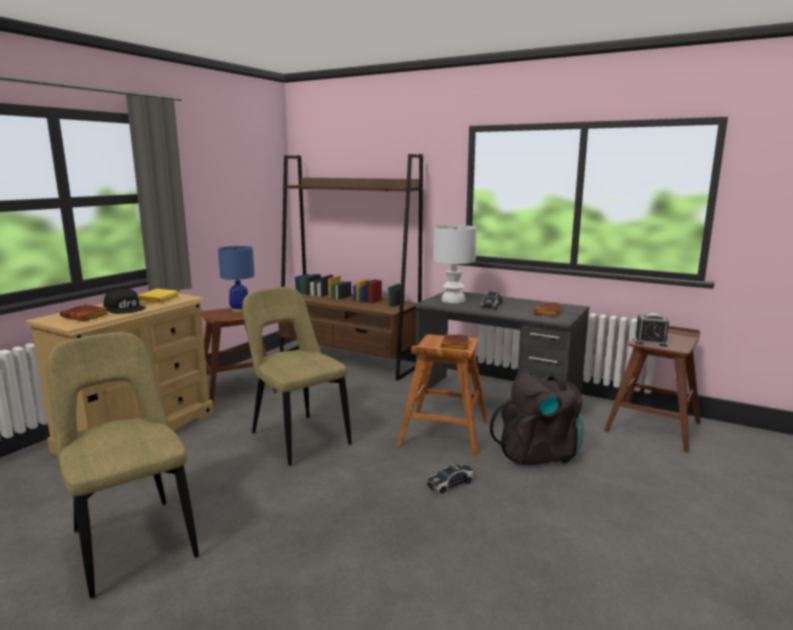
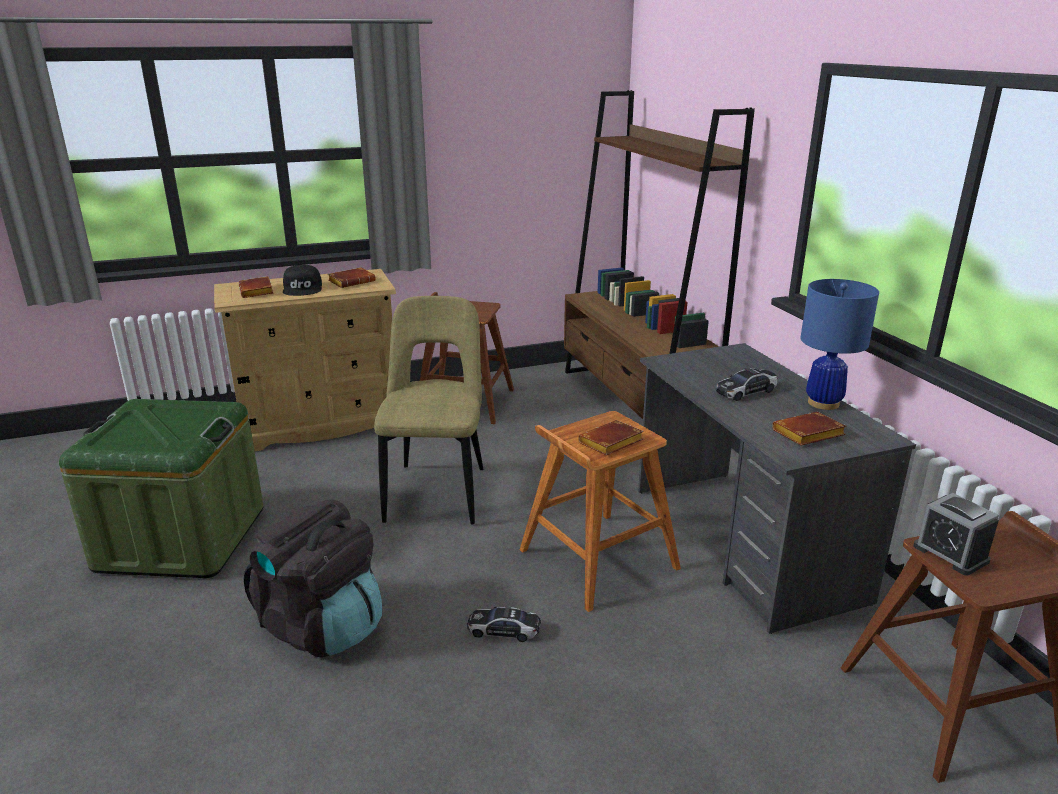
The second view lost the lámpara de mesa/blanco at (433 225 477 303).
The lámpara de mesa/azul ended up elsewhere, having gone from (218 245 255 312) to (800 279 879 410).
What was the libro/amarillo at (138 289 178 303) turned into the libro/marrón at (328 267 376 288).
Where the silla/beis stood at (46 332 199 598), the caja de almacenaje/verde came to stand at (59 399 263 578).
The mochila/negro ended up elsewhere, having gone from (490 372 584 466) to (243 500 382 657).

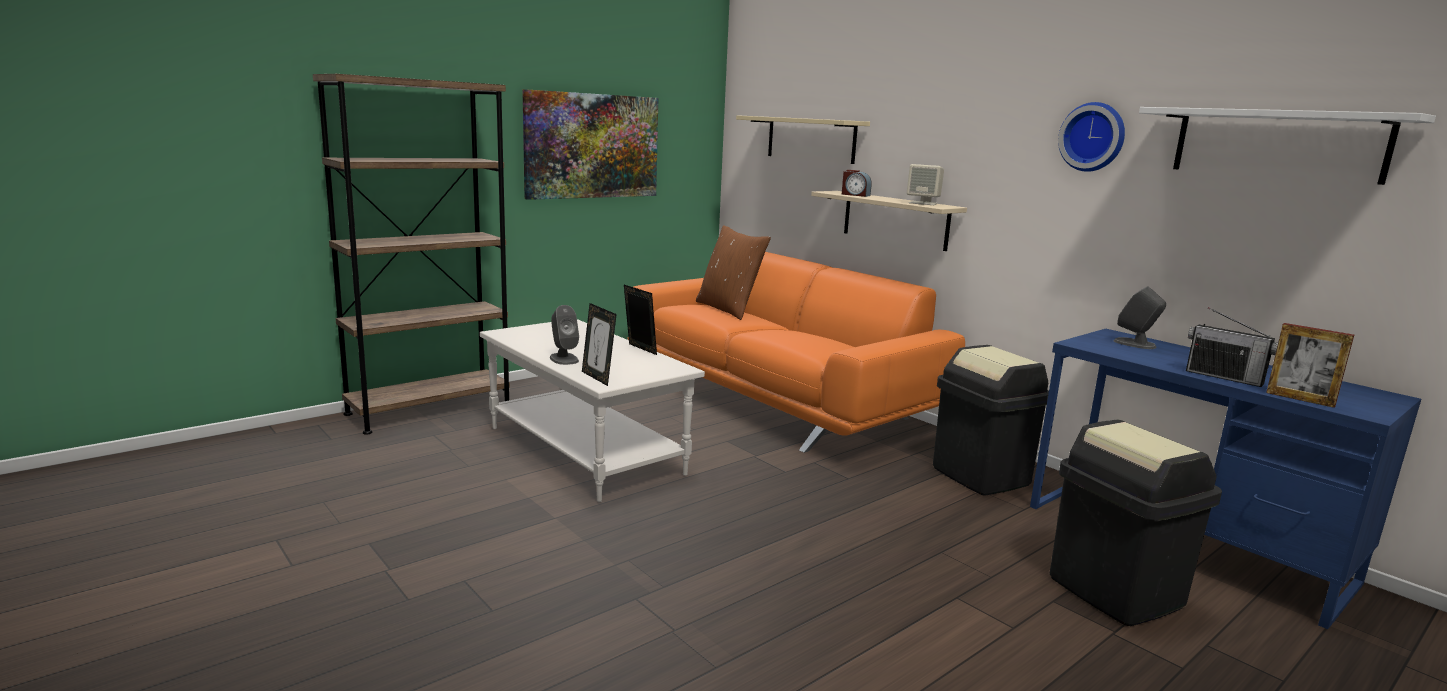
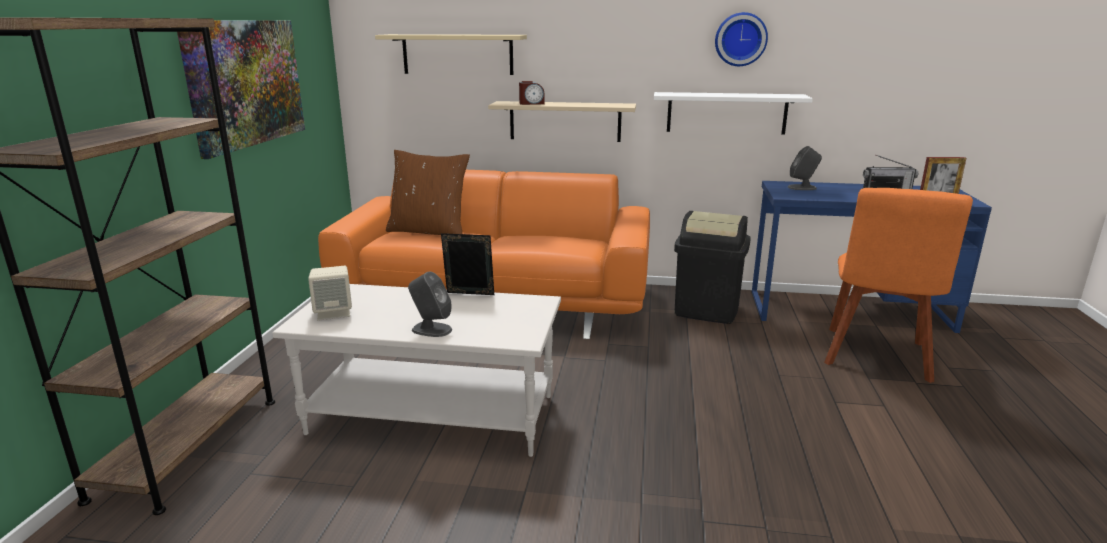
The estante/blanco ended up elsewhere, having gone from (1139 107 1436 185) to (654 92 813 135).
The altavoz/beis ended up elsewhere, having gone from (907 164 944 205) to (308 266 352 321).
The second view lost the portarretratos at (582 303 617 386).
Where the papelera/negro stood at (1050 420 1222 626), the silla/naranja came to stand at (824 188 973 383).

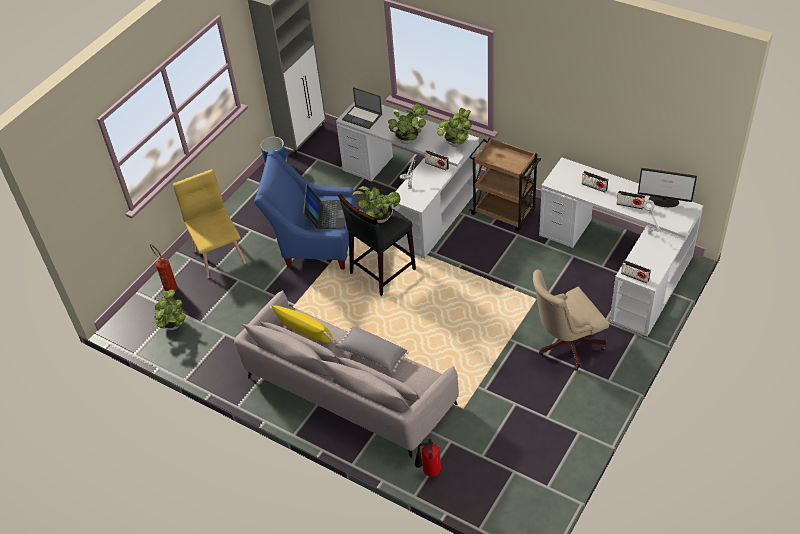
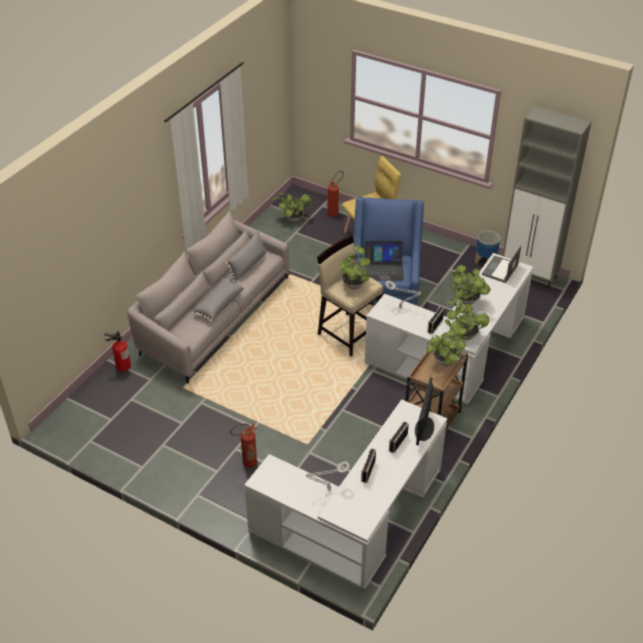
The monitor ended up elsewhere, having gone from (638 168 697 207) to (415 377 434 445).
What was the taburete/negro at (338 194 416 296) turned into the taburete/beis at (317 236 383 357).
The second view lost the radio at (621 260 651 283).
Where the silla de oficina/beis stood at (533 269 609 371), the extintor came to stand at (230 423 257 468).
What was the cojín/amarillo at (270 305 335 343) turned into the cojín/gris at (226 231 266 282).
The second view gained the planta en maceta at (426 325 467 366).

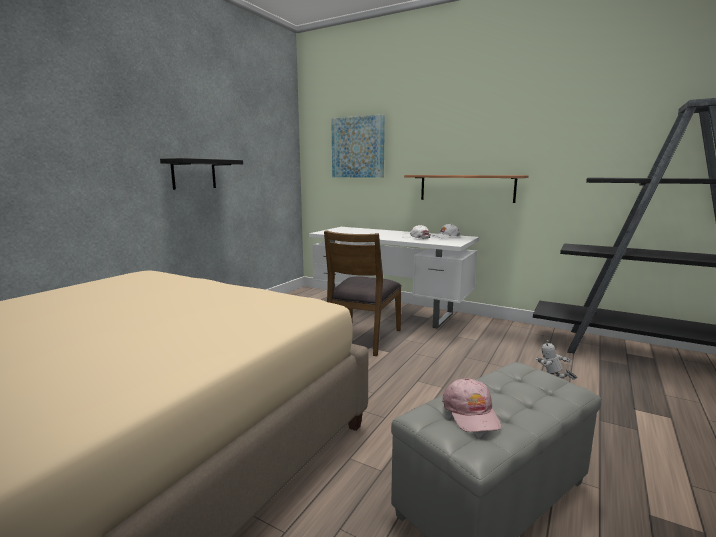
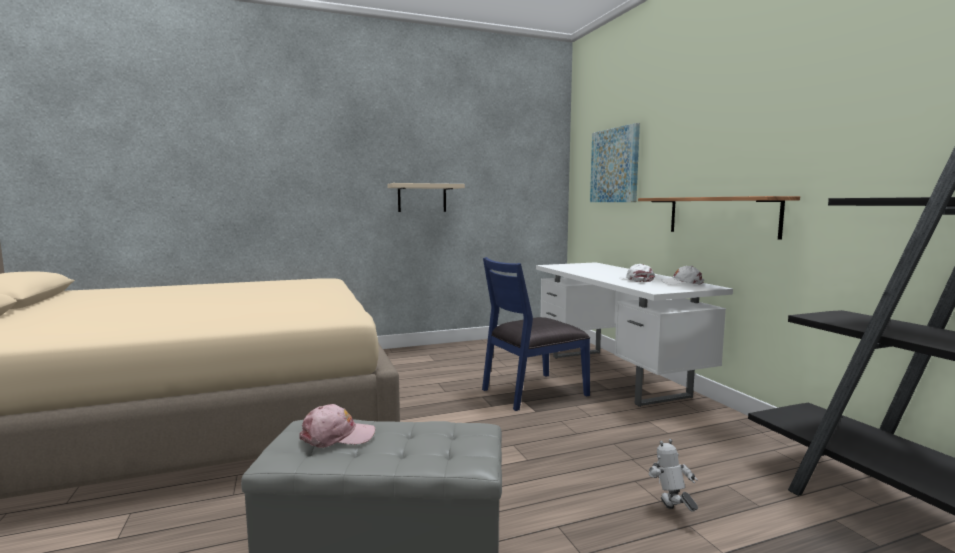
What was the estante/negro at (160 158 243 190) turned into the estante/beis at (387 183 465 212).
What was the silla/marrón at (324 230 402 356) turned into the silla/azul at (482 257 590 411).
The gorra/rosa at (442 378 501 432) ended up facing another way, 135 degrees counterclockwise from before.

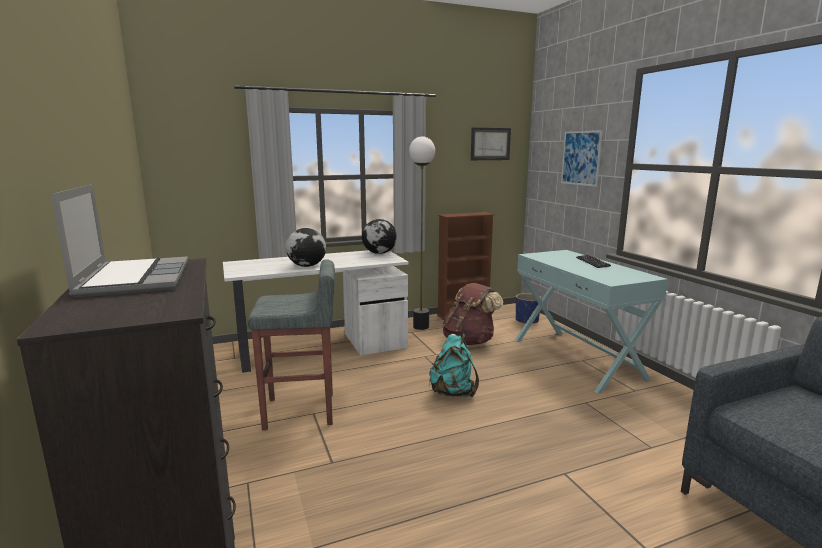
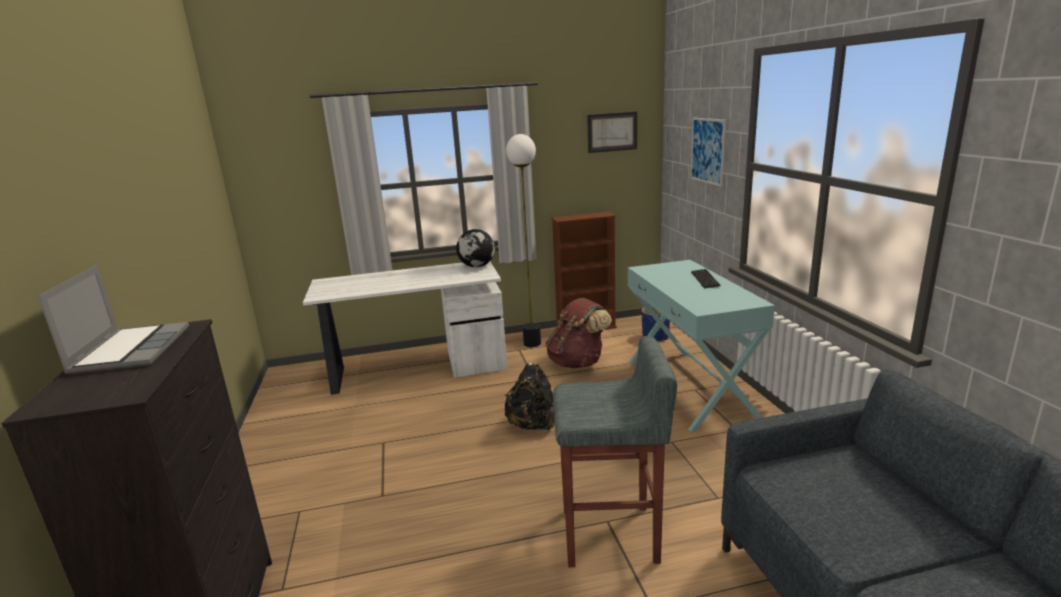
The second view lost the globo terráqueo at (286 228 326 267).
The taburete/gris ended up elsewhere, having gone from (248 259 335 431) to (553 336 677 567).
What was the mochila/turquesa at (429 333 479 397) turned into the mochila/negro at (504 363 555 431).

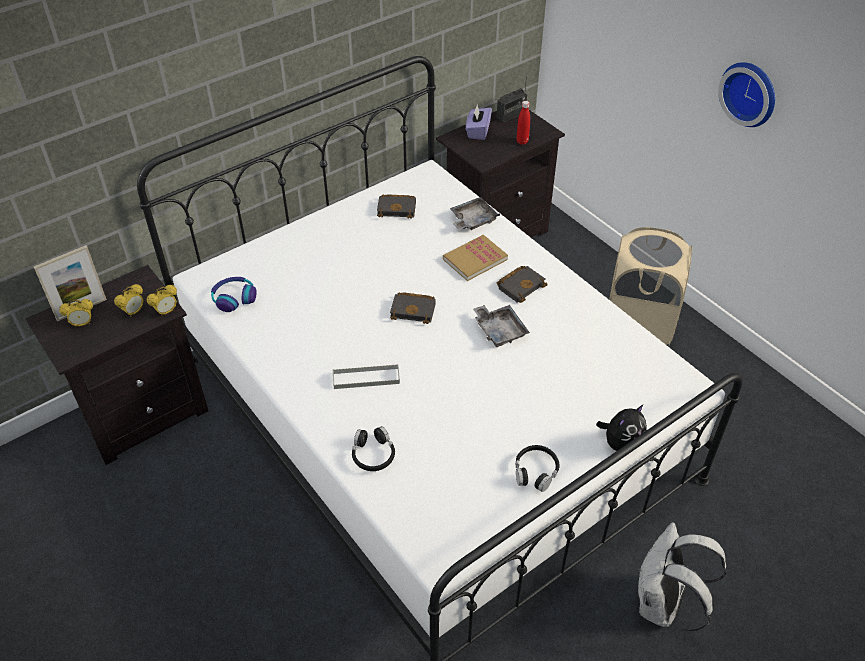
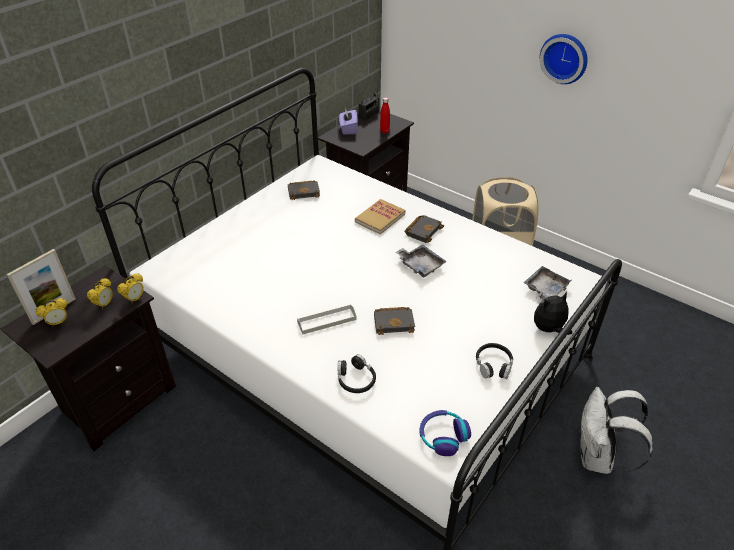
The bandeja/gris ended up elsewhere, having gone from (450 197 500 230) to (523 266 571 301).
The auriculares ended up elsewhere, having gone from (211 277 257 312) to (420 410 471 456).
The libro/negro ended up elsewhere, having gone from (390 292 436 324) to (374 307 415 335).
The peluche at (596 404 647 451) ended up facing another way, 150 degrees counterclockwise from before.

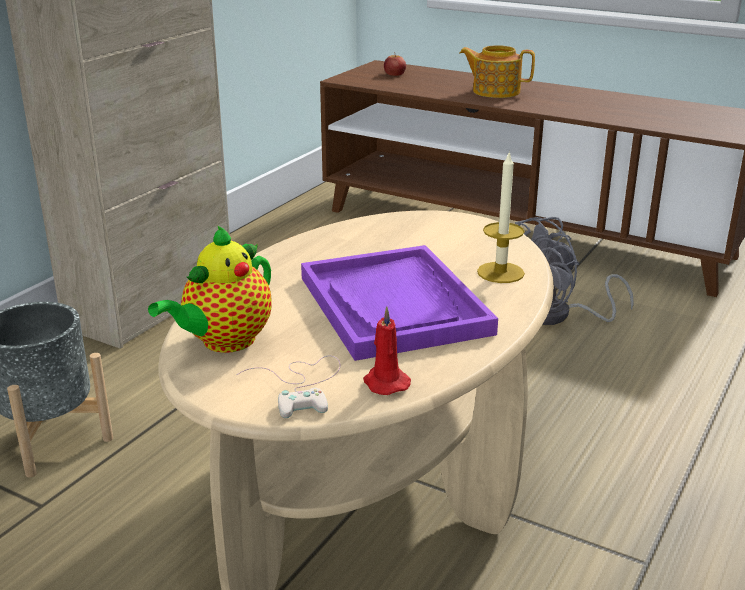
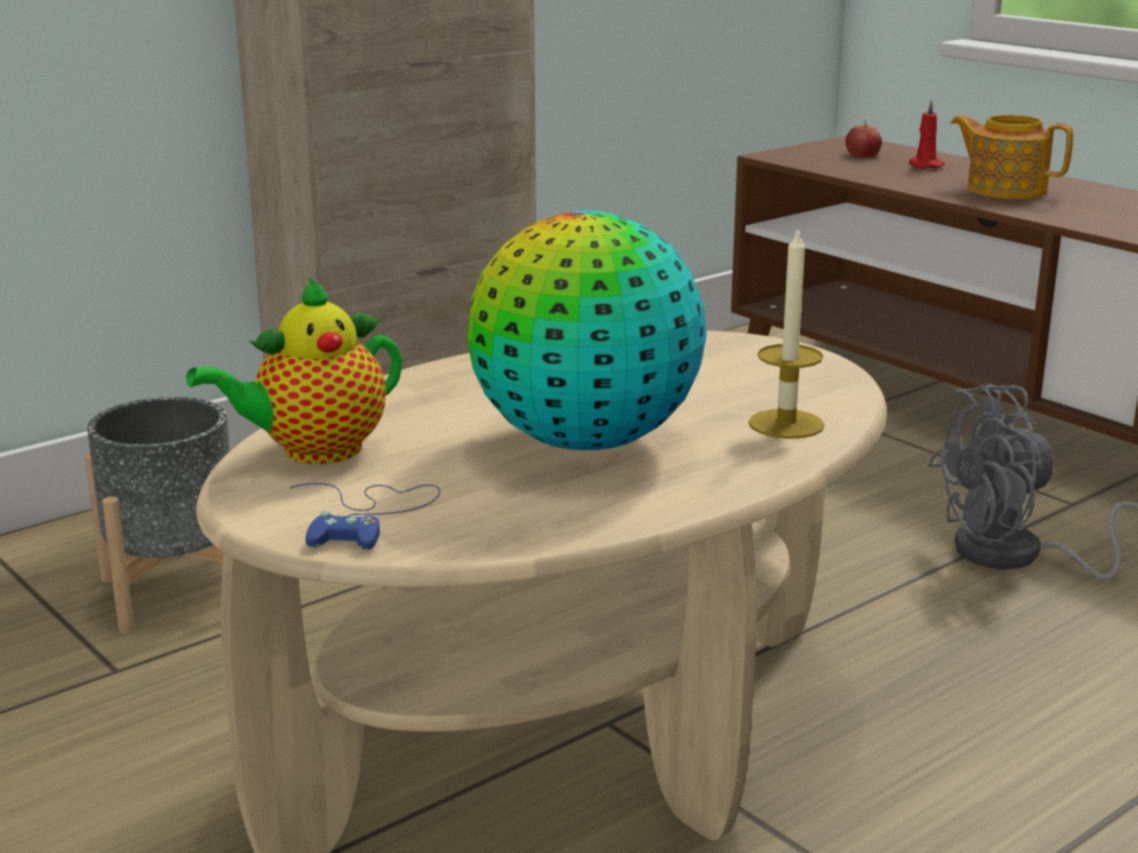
Where the bandeja/morado stood at (301 245 498 361), the globo terráqueo came to stand at (467 211 707 450).
The vela/rojo ended up elsewhere, having gone from (363 306 411 395) to (909 99 945 169).
What was the mando de consola/blanco at (237 356 340 418) turned into the mando de consola/azul at (290 483 440 550).

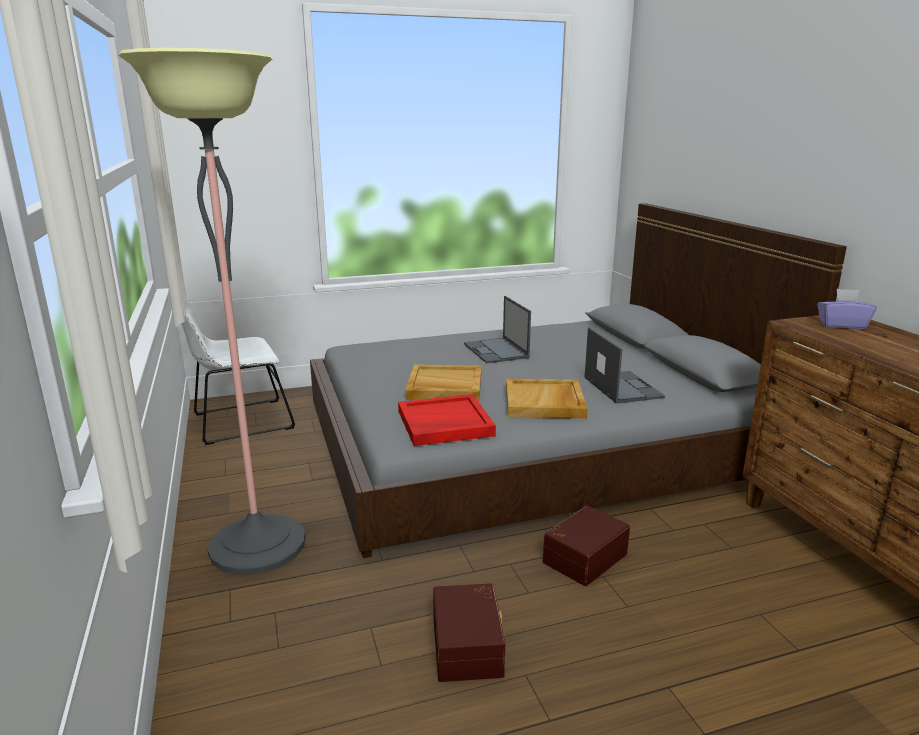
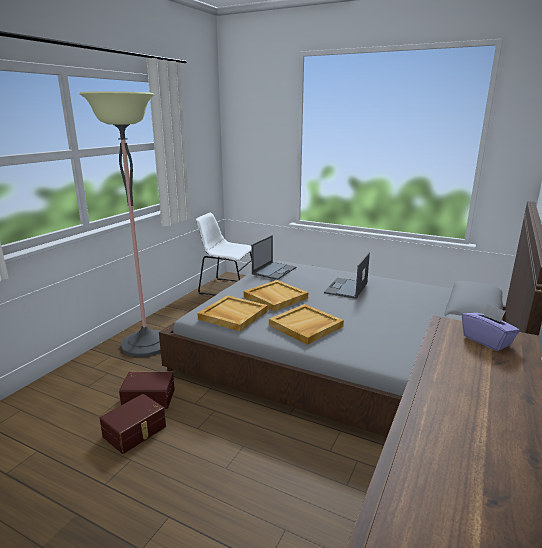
The portátil ended up elsewhere, having gone from (585 327 665 404) to (251 235 297 280).
What was the bandeja/rojo at (398 394 496 446) turned into the bandeja/beis at (197 295 268 332).
The caja de almacenaje/marrón ended up elsewhere, having gone from (543 506 630 586) to (119 371 175 409).

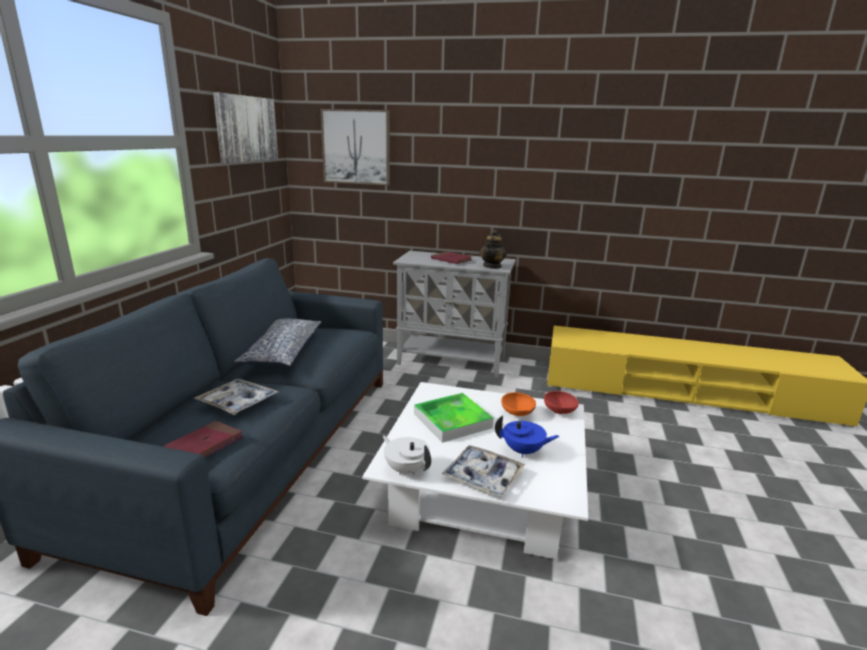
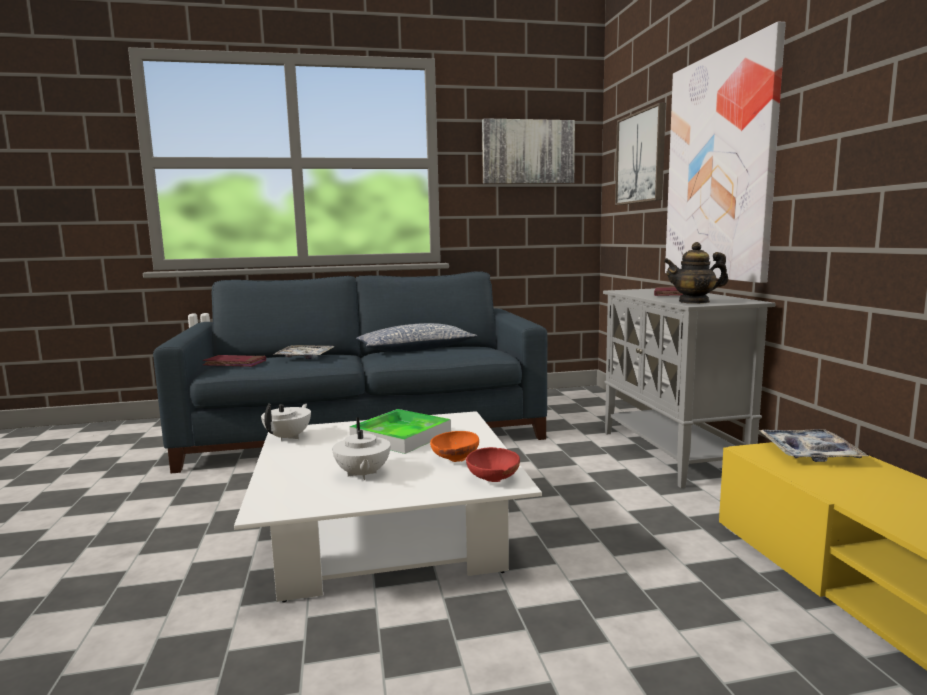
What was the tetera/azul at (495 415 560 458) turned into the tetera/blanco at (332 417 390 480).
The bandeja ended up elsewhere, having gone from (442 445 525 497) to (759 429 868 462).
The second view gained the cuadro at (665 22 786 283).

